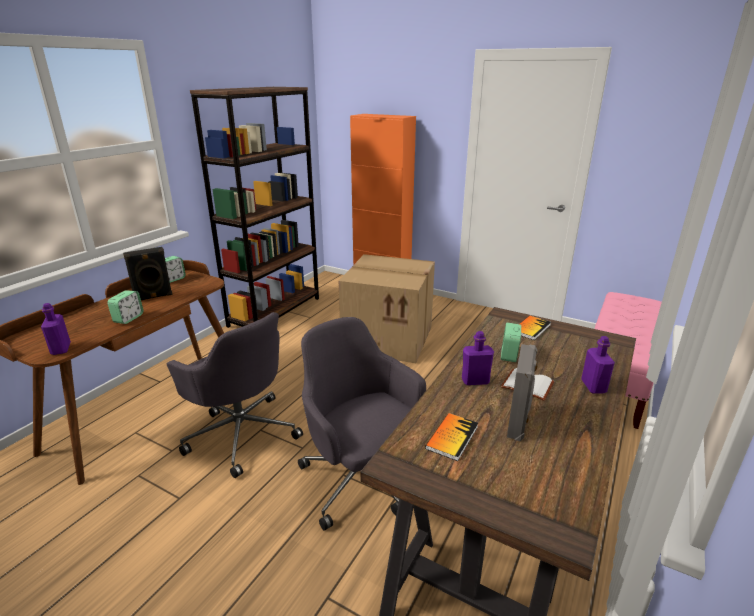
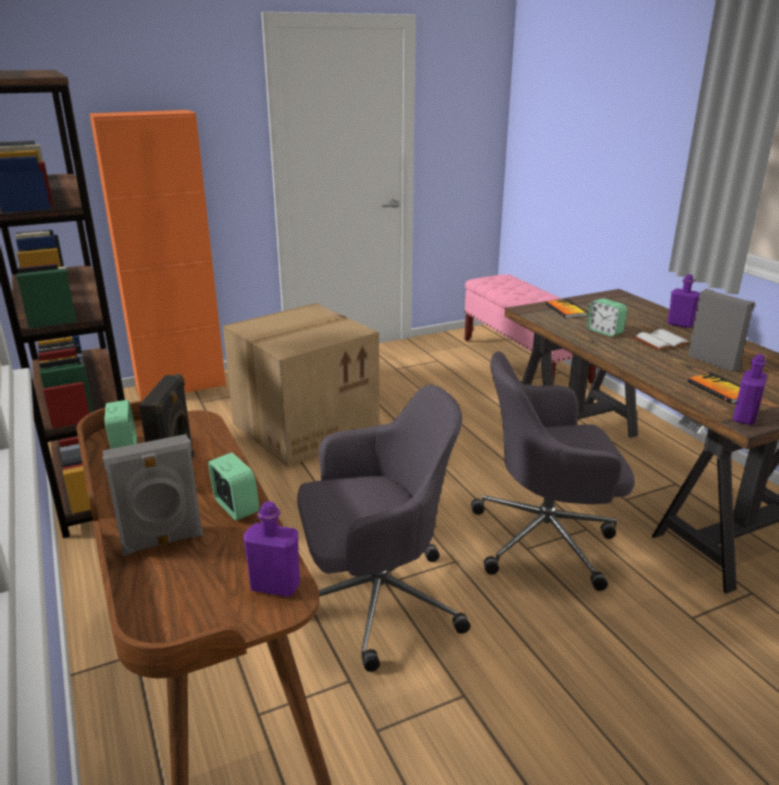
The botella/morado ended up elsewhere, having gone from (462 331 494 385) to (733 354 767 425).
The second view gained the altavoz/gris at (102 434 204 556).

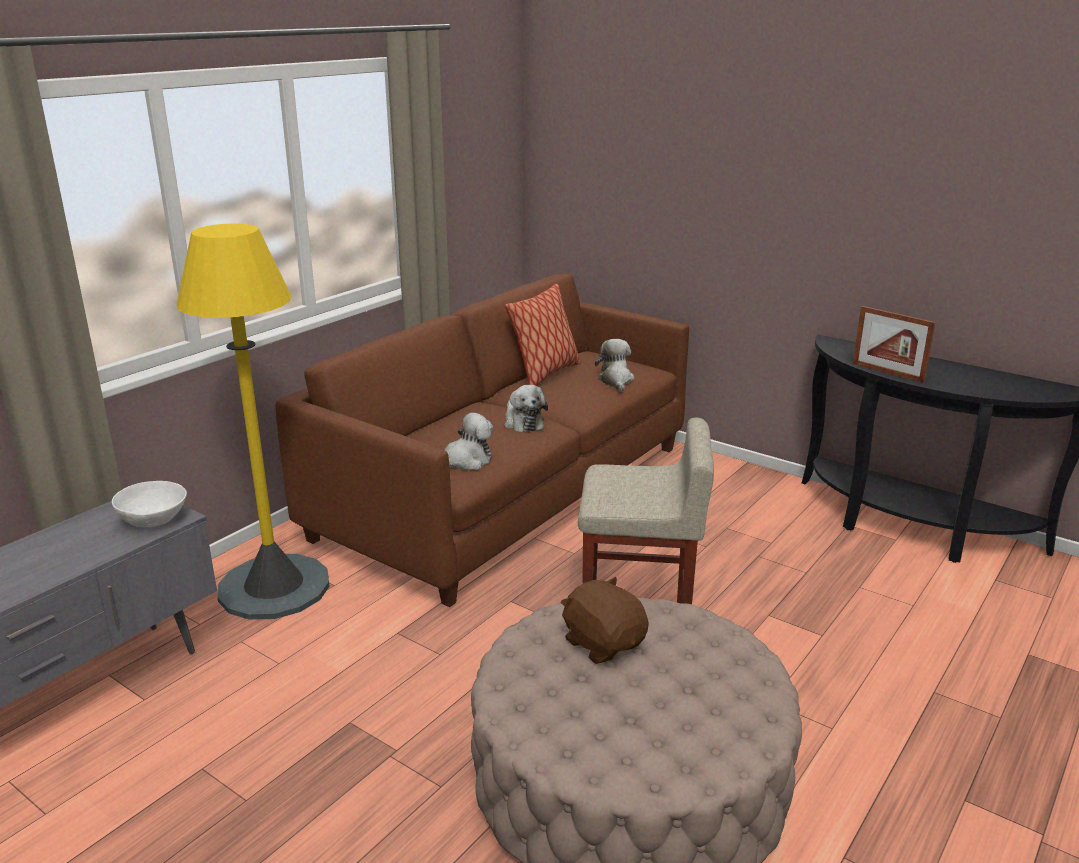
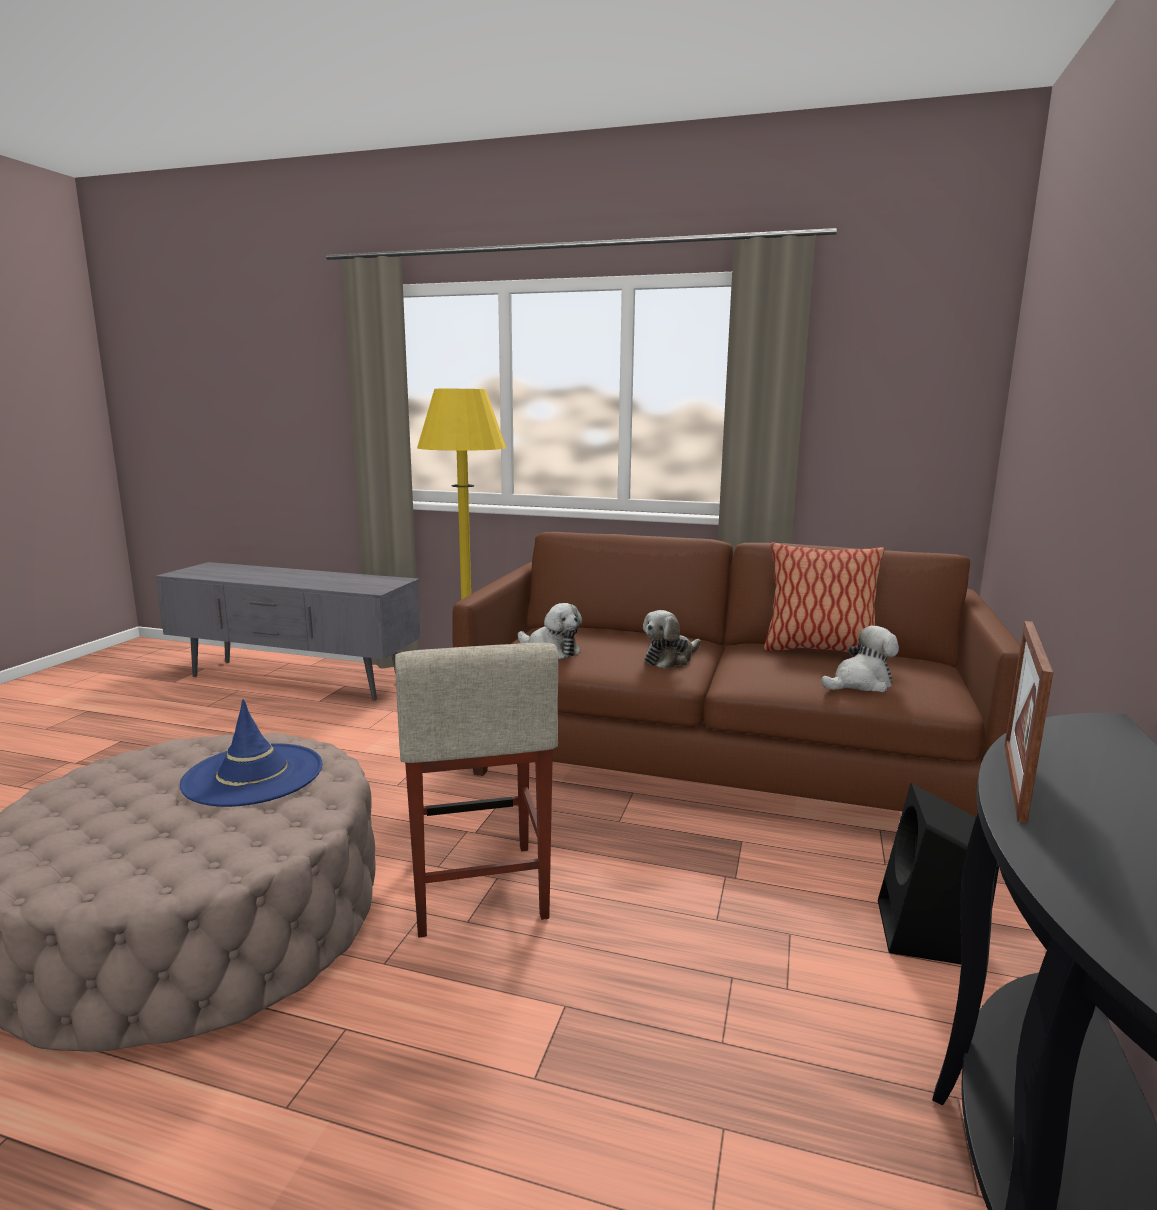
The second view lost the cuenco/blanco at (112 481 187 527).
Where the peluche/marrón stood at (560 577 649 664), the sombrero/azul came to stand at (180 699 323 807).
The second view gained the altavoz/negro at (878 783 999 964).

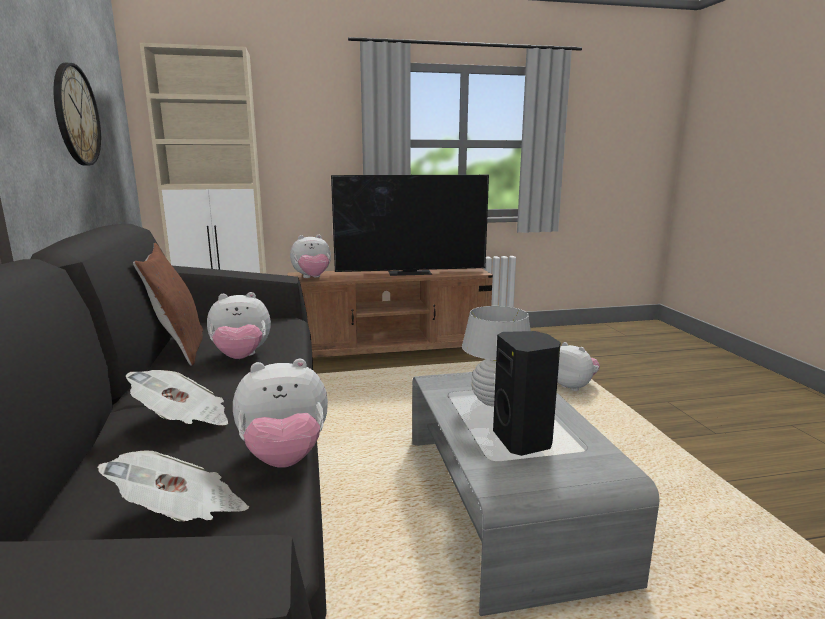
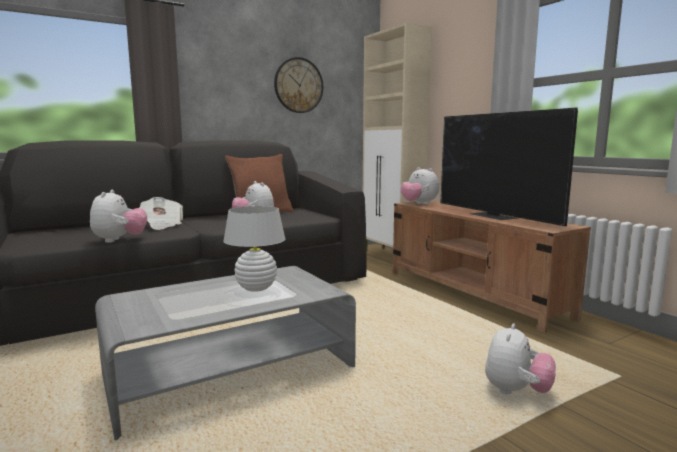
The second view lost the altavoz/negro at (493 331 561 456).
The peluche at (233 359 328 468) ended up facing another way, 150 degrees counterclockwise from before.
The second view lost the periódico at (98 450 249 522).

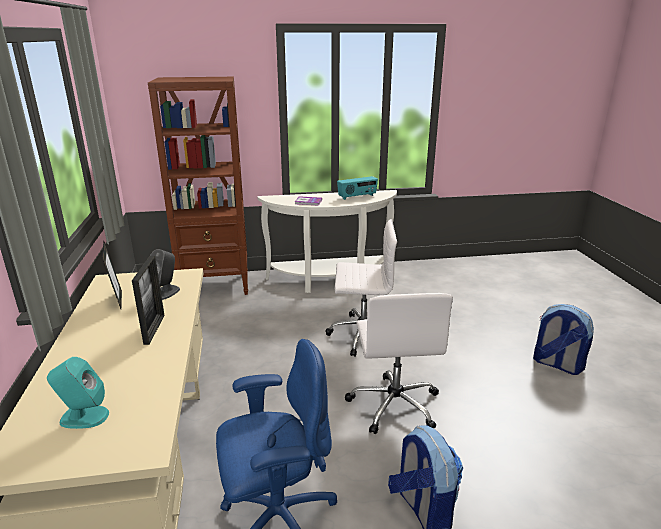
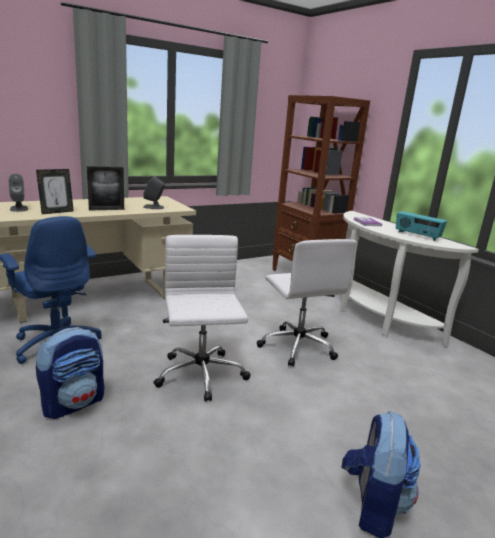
The portarretratos ended up elsewhere, having gone from (102 242 122 309) to (36 169 74 214).
The silla de oficina/blanco at (345 293 453 434) ended up facing another way, 105 degrees clockwise from before.
What was the altavoz/turquesa at (47 357 109 429) turned into the altavoz/gris at (8 174 28 212).

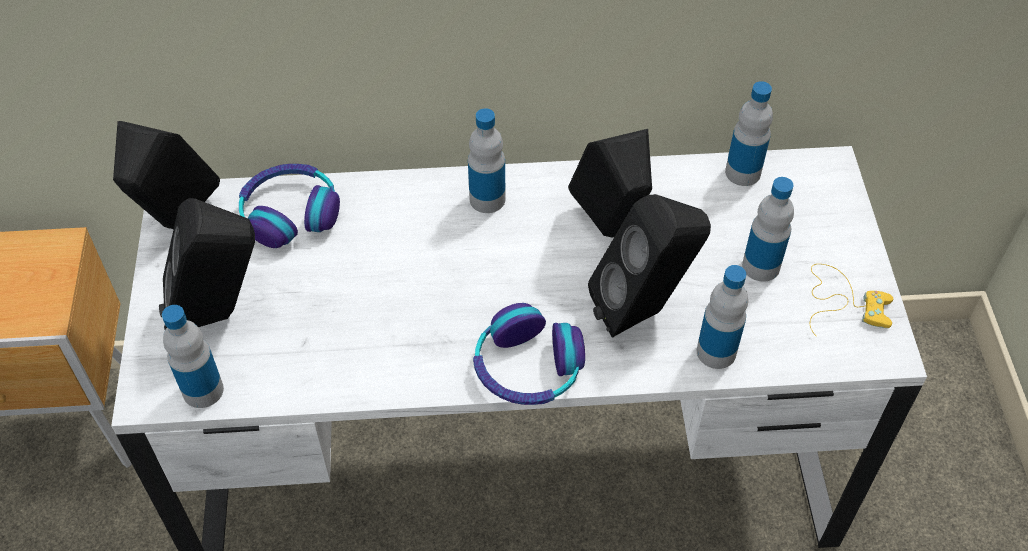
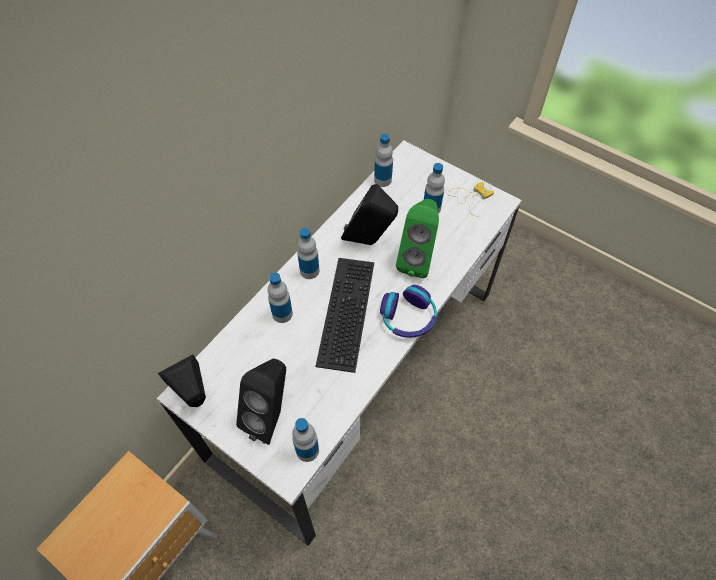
The second view lost the auriculares at (239 164 340 248).
What was the altavoz/negro at (588 194 711 337) turned into the altavoz/verde at (396 199 439 278).
The botella ended up elsewhere, having gone from (697 265 748 369) to (268 273 293 323).
The second view gained the teclado at (316 258 374 373).

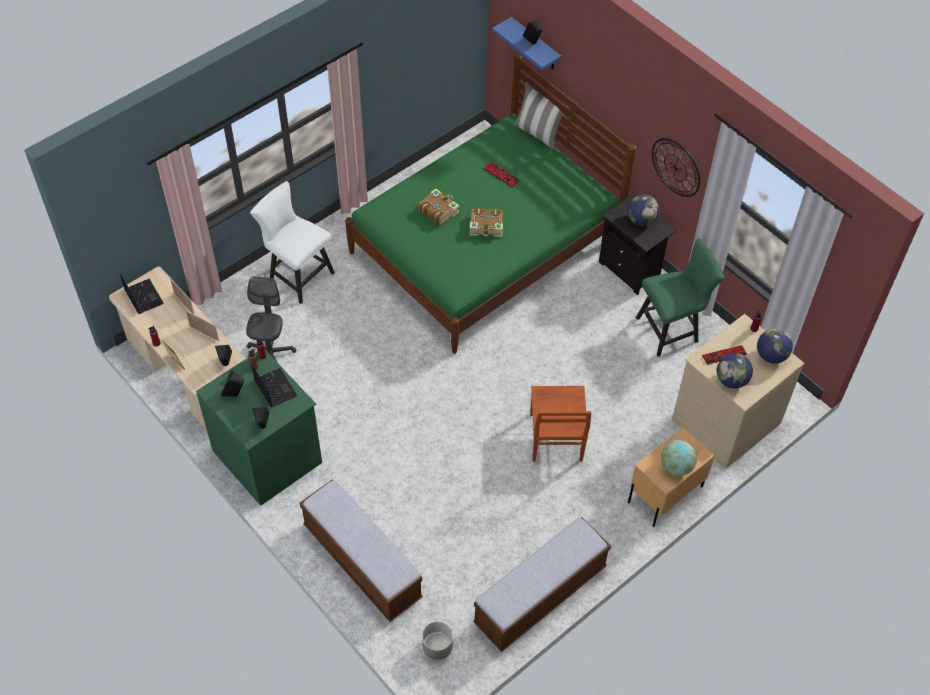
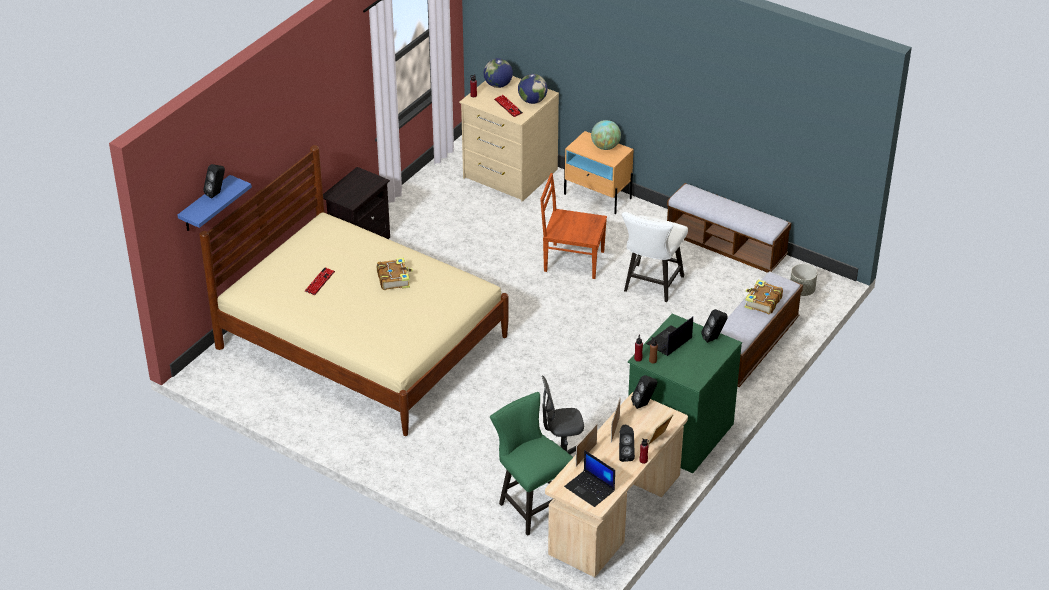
What was the cama/verde at (345 53 636 354) turned into the cama/beis at (199 145 509 436).
The second view lost the cojín at (513 82 568 150).
The second view lost the reloj de pared at (652 138 700 197).
The silla/blanco ended up elsewhere, having gone from (250 181 335 304) to (622 211 688 302).
The libro ended up elsewhere, having gone from (418 188 459 226) to (744 280 783 314).
The second view lost the globo terráqueo at (627 194 659 226).
The silla/verde ended up elsewhere, having gone from (636 238 724 357) to (490 392 573 536).
The portátil at (120 273 164 314) ended up facing another way, 90 degrees counterclockwise from before.
The altavoz/negro ended up elsewhere, having gone from (221 371 244 397) to (619 425 635 462).
The silla/marrón at (530 386 591 462) ended up facing another way, 150 degrees counterclockwise from before.

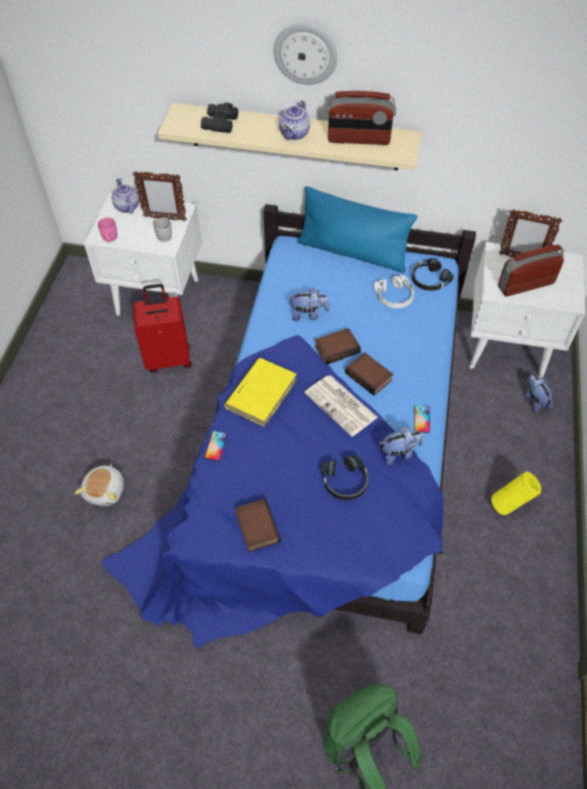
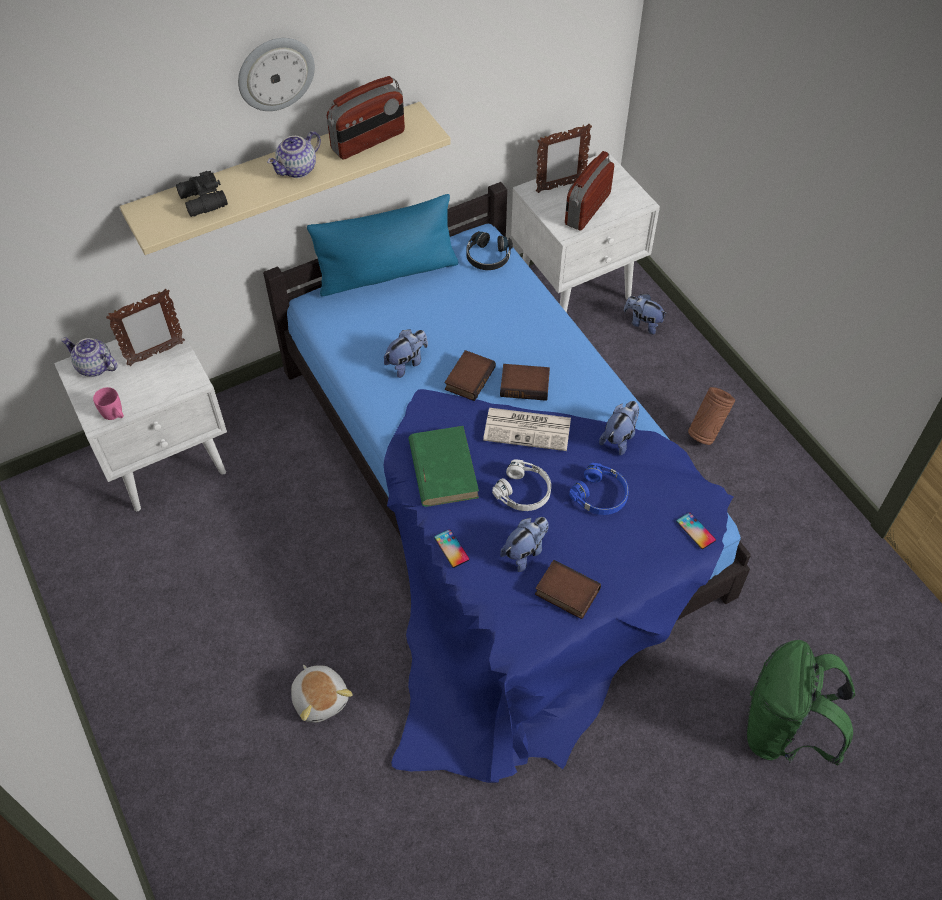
The tetera at (279 101 310 140) ended up facing another way, 60 degrees clockwise from before.
The second view lost the taza grande/blanco at (153 218 172 242).
The auriculares/blanco ended up elsewhere, having gone from (374 275 414 308) to (492 460 551 511).
The second view lost the maleta/rojo at (133 284 192 373).
What was the libro/amarillo at (224 358 297 427) turned into the libro/verde at (408 426 479 507).
The móvil ended up elsewhere, having gone from (414 405 430 433) to (676 512 716 549).
What was the auriculares/negro at (321 455 368 500) turned into the auriculares/azul at (569 463 629 515).
What was the florero/amarillo at (491 472 541 515) turned into the florero/marrón at (688 387 735 445).
The second view gained the peluche at (500 517 549 572).

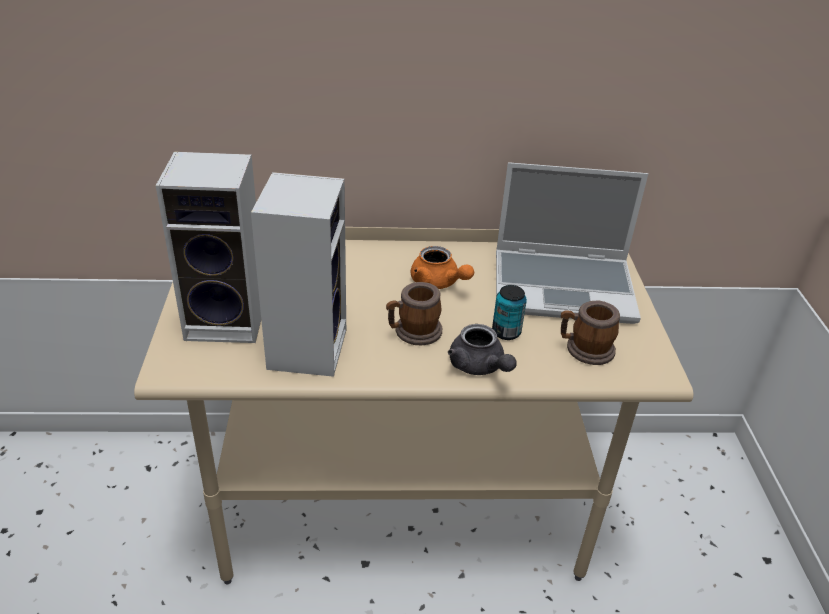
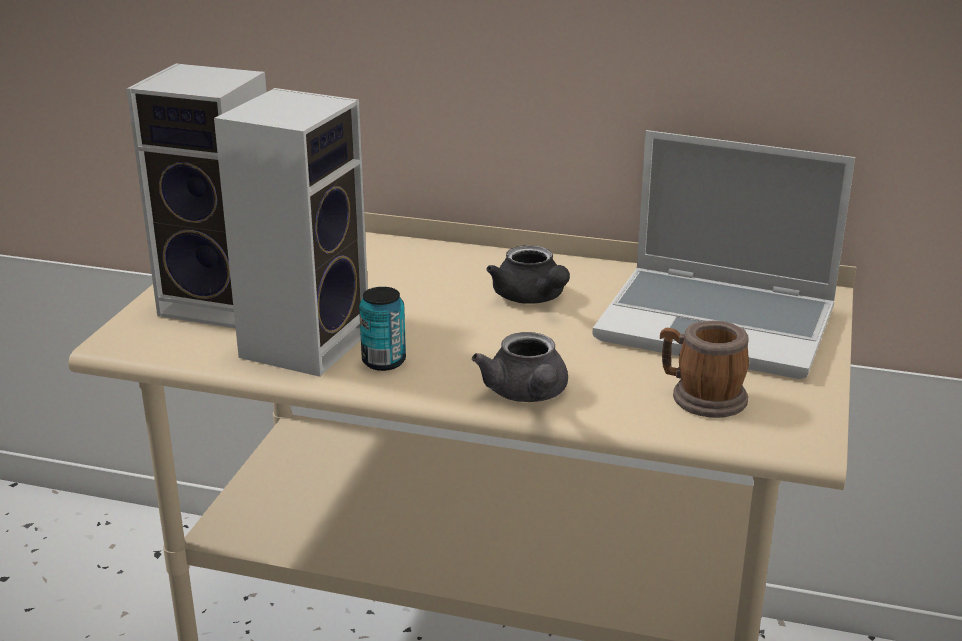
What was the tetera/naranja at (411 246 474 289) turned into the tetera/negro at (486 245 570 304).
The second view lost the taza grande at (386 282 442 345).
The lata ended up elsewhere, having gone from (492 285 527 340) to (359 287 406 371).

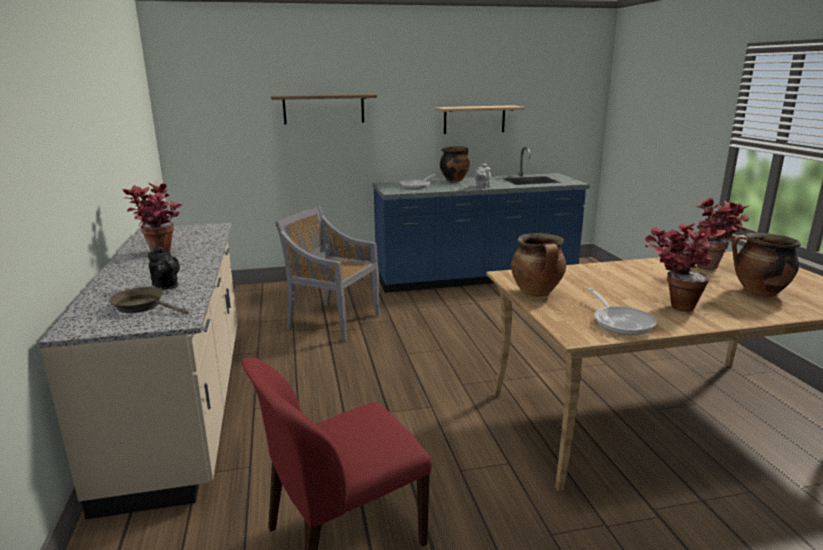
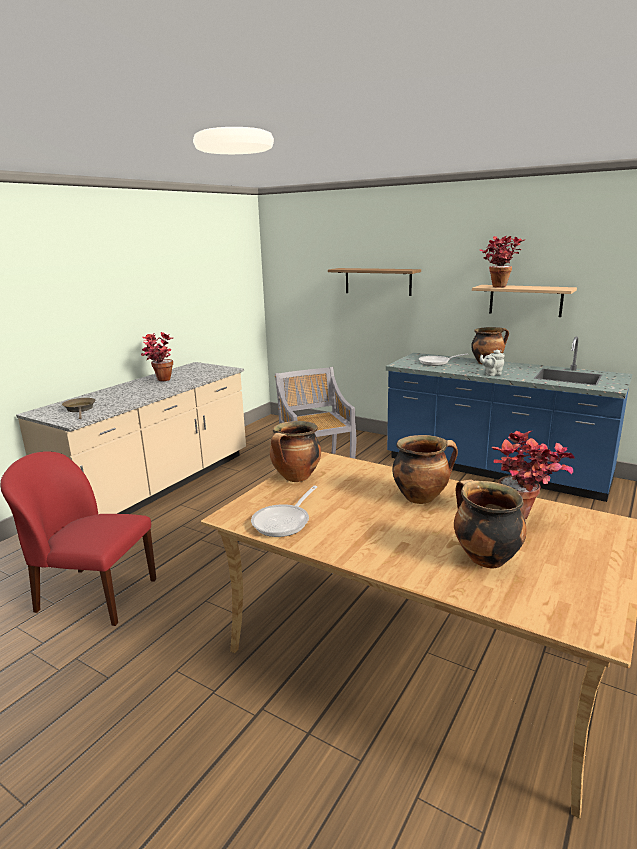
The planta en maceta ended up elsewhere, having gone from (644 224 726 311) to (480 236 525 287).
The second view lost the tetera/negro at (148 245 180 290).
The second view gained the olla at (392 435 458 504).

